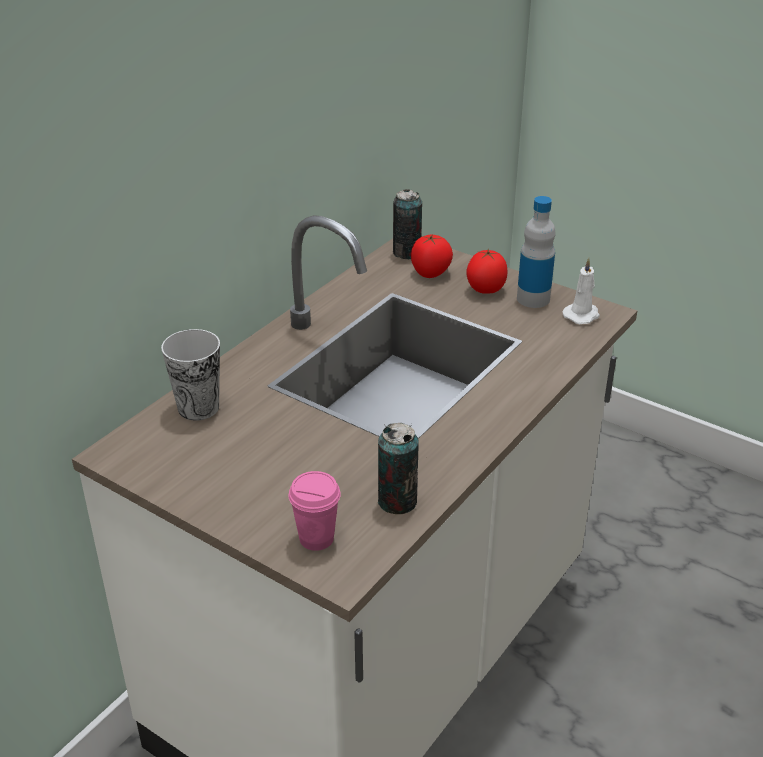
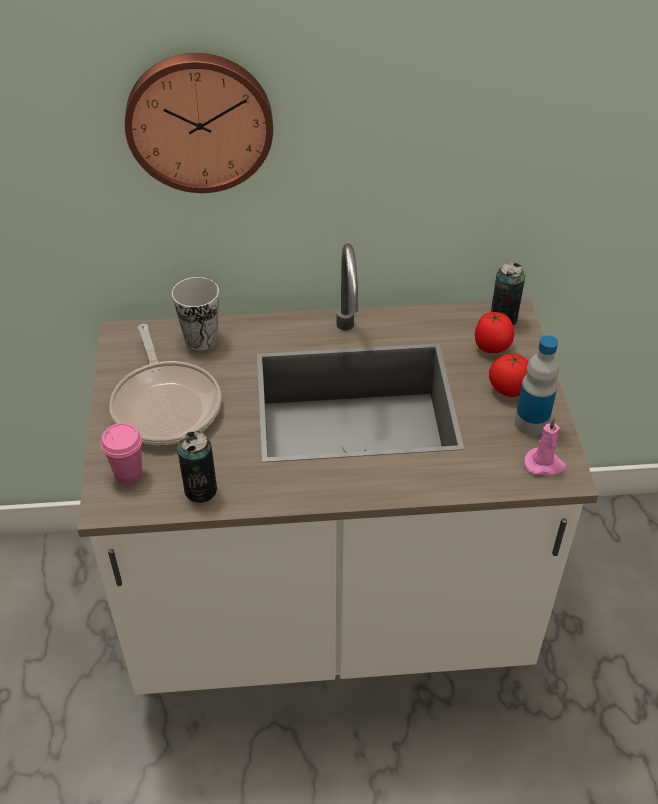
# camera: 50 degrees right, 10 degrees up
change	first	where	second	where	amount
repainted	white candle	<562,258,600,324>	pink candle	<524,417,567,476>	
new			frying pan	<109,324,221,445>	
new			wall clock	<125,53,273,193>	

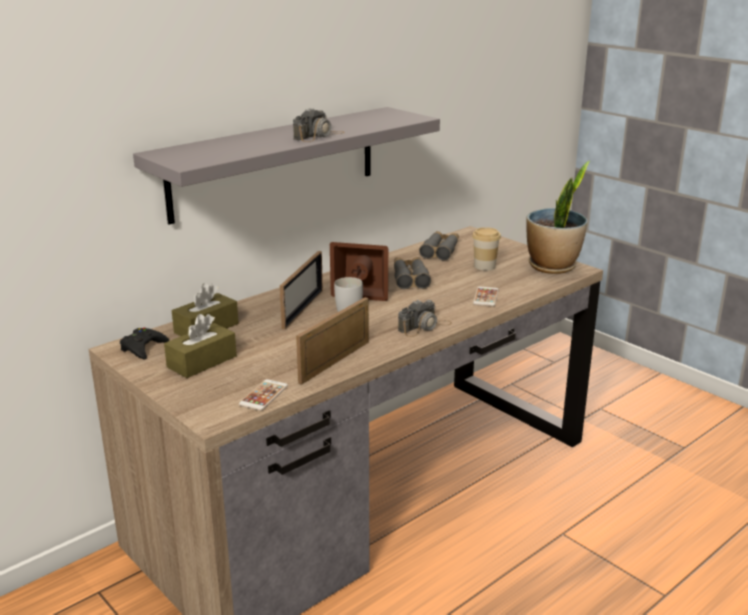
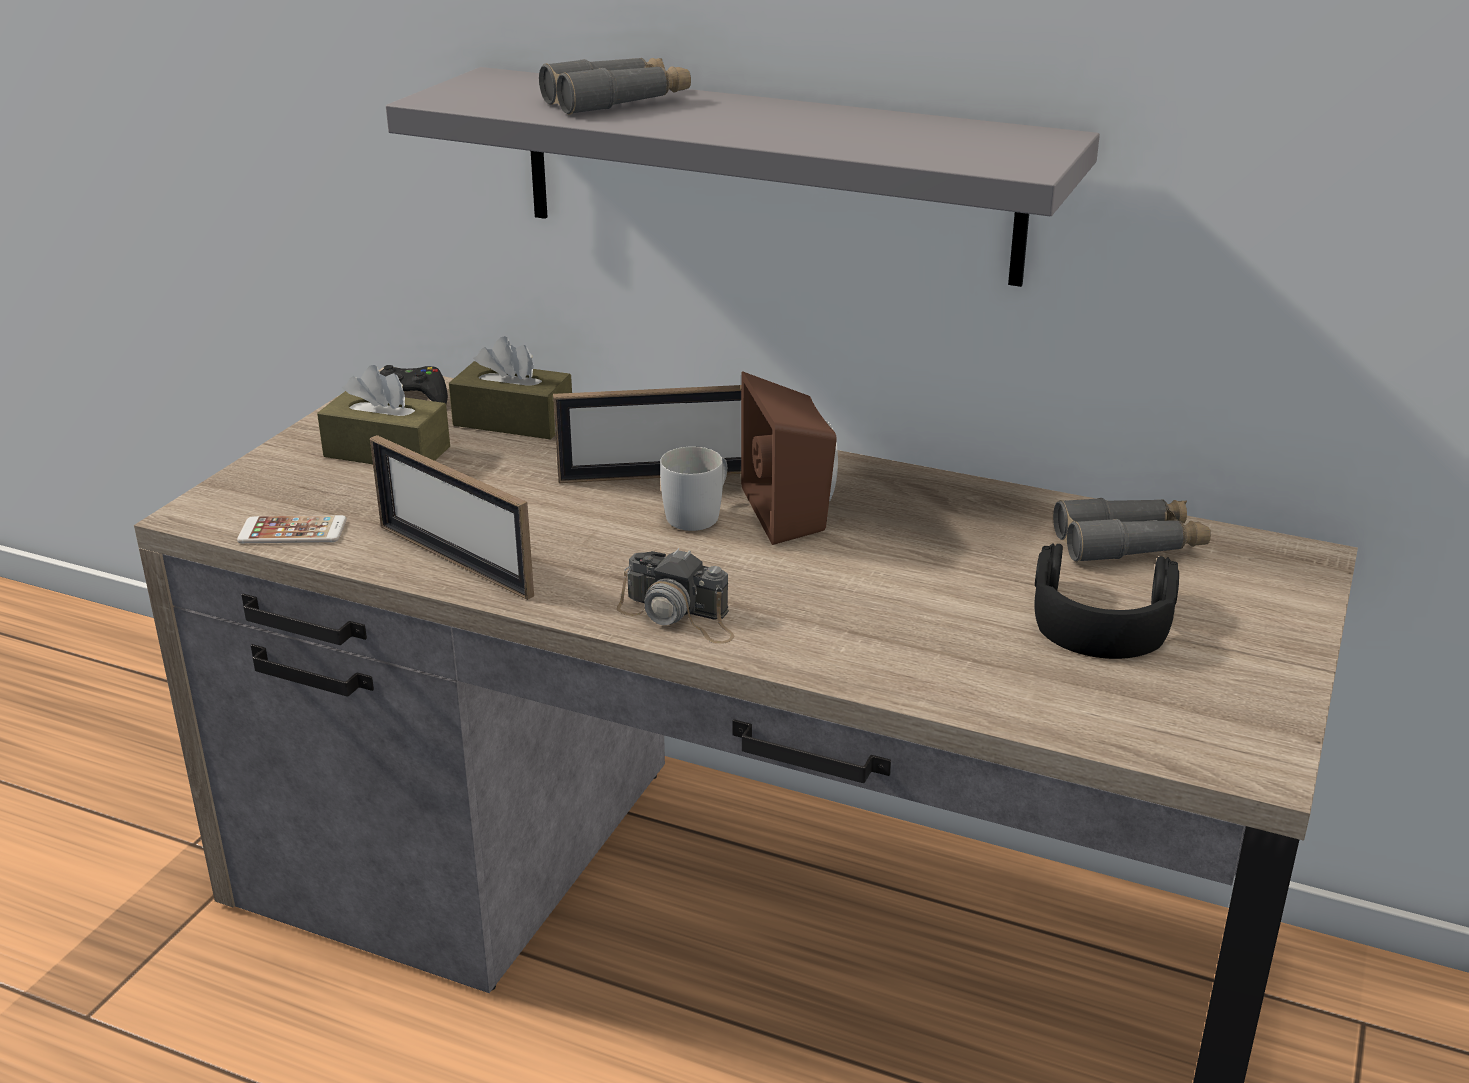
# camera: 65 degrees right, 5 degrees up
change	first	where	second	where	amount
gone	photo camera	<293,108,344,142>			
rotated	picture frame	<296,297,369,385>		<370,435,534,600>	150 degrees counterclockwise
shifted	grey binoculars	<394,257,431,289>		<539,58,691,115>	
swapped	cup	<472,227,501,271>	black headphones	<1035,543,1179,659>	
gone	phone	<473,287,499,307>			
gone	potted plant	<526,161,590,274>			

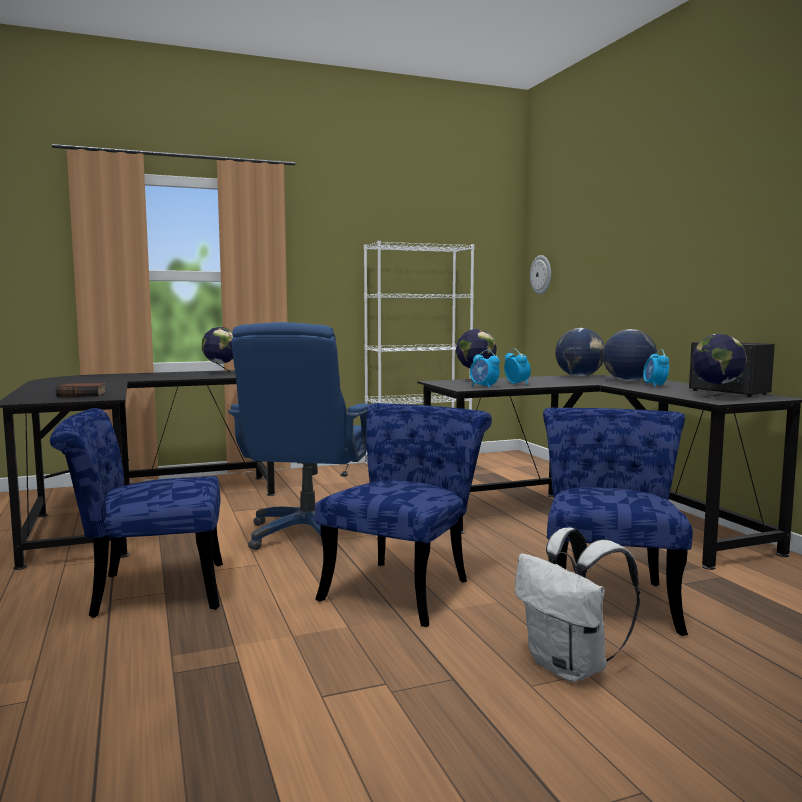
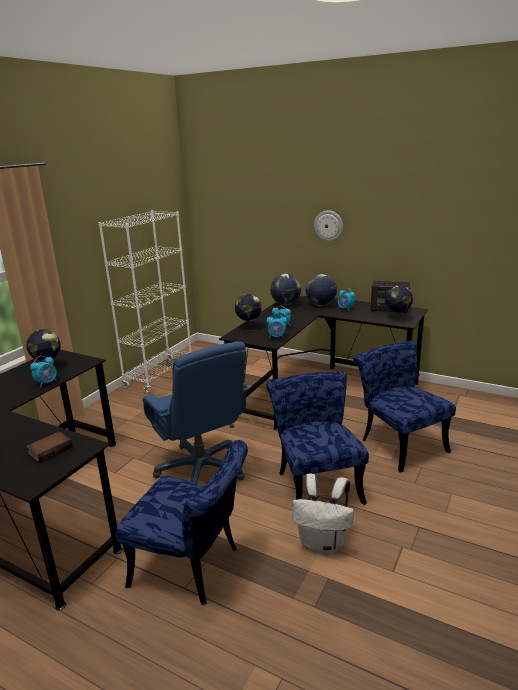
# camera: 40 degrees left, 15 degrees up
change	first	where	second	where	amount
rotated	blue chair	<50,408,223,618>		<116,440,248,605>	105 degrees counterclockwise
shifted	white backpack	<515,528,640,682>		<292,473,354,554>	
shifted	wall clock	<530,255,551,295>		<314,210,343,242>	
new			alarm clock	<30,356,57,387>	

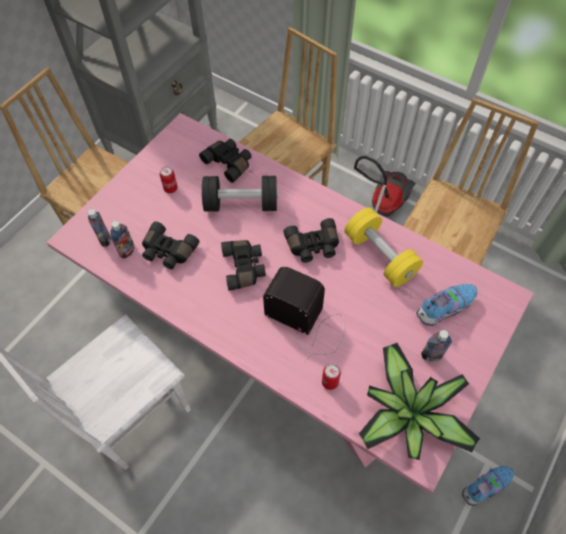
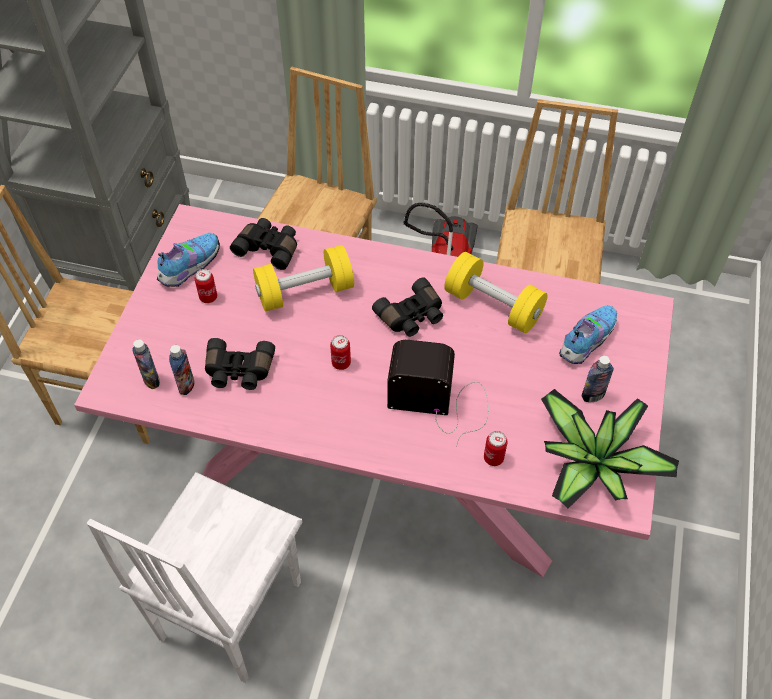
# camera: 20 degrees left, 5 degrees down
change	first	where	second	where	amount
repainted	black dumbbell	<202,176,278,212>	yellow dumbbell	<253,245,354,312>	
swapped	black binoculars	<221,240,266,291>	can	<330,335,351,370>	
shifted	shoe	<462,466,514,506>		<157,233,220,287>	

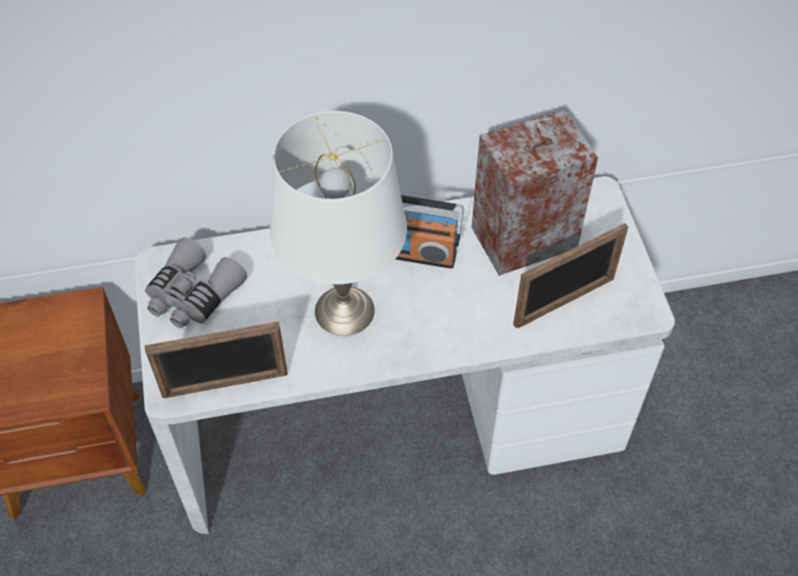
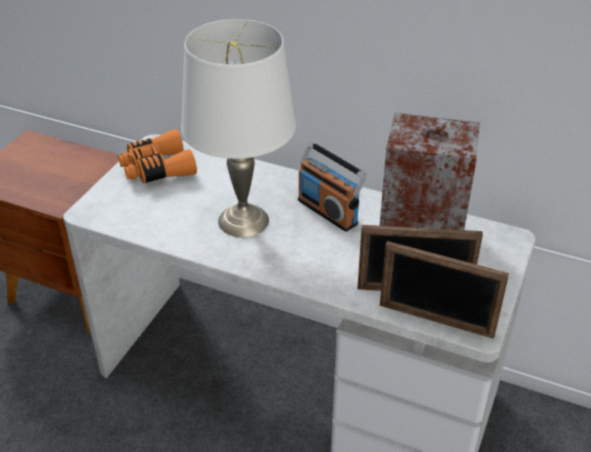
# camera: 35 degrees right, 15 degrees down
change	first	where	second	where	amount
repainted	grey binoculars	<145,237,247,328>	orange binoculars	<118,129,197,183>	
shifted	picture frame	<145,321,288,398>		<380,241,509,339>	

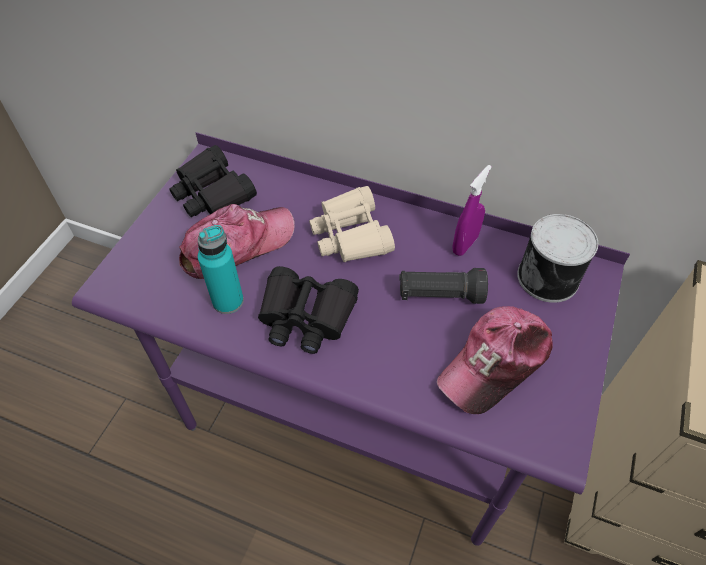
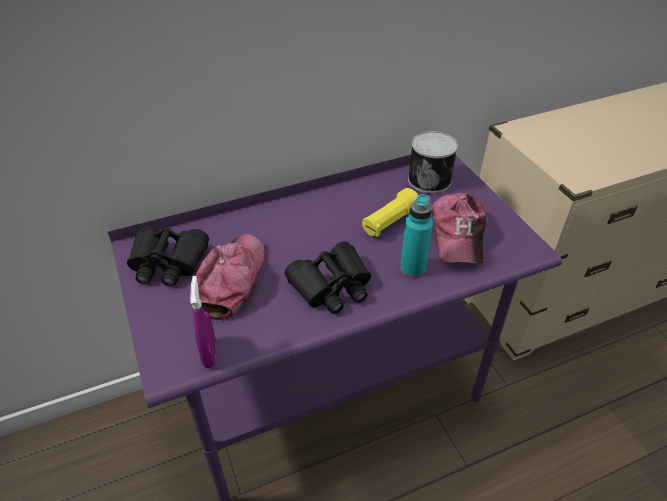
# camera: 45 degrees left, 10 degrees down
change	first	where	second	where	amount
shifted	turquoise bottle	<198,225,244,314>		<400,194,433,277>	
gone	beige binoculars	<309,186,395,262>			
repainted	black flashlight	<399,268,488,304>	yellow flashlight	<362,188,418,237>	
shifted	purple spray bottle	<452,165,492,256>		<190,276,216,368>	

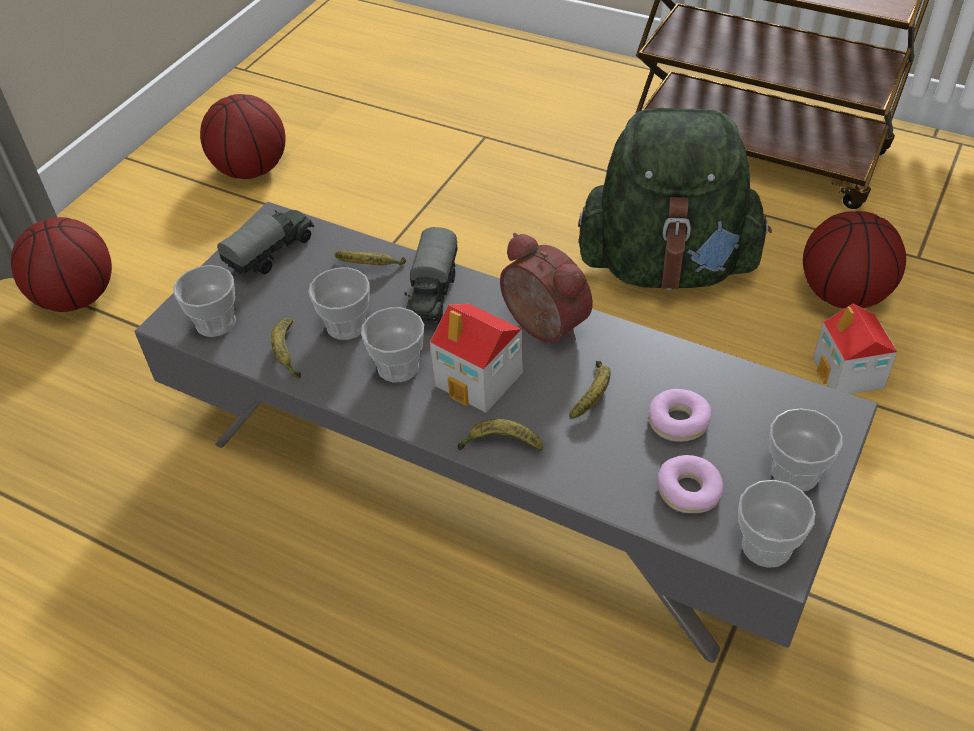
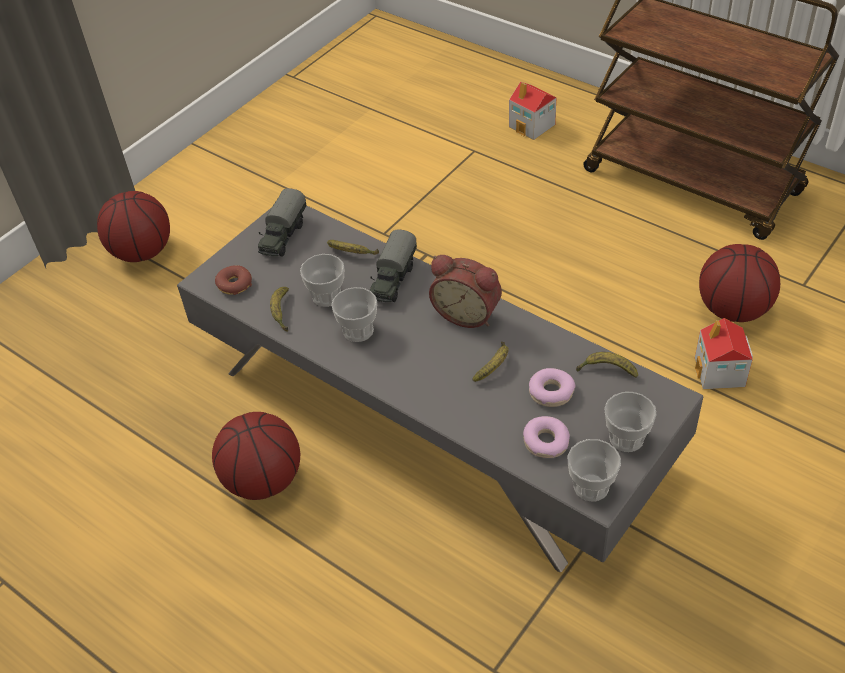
# camera: 10 degrees right, 0 degrees up
change	first	where	second	where	amount
swapped	cup	<173,265,236,337>	donut	<215,265,252,295>	
shifted	basketball	<200,94,286,179>		<212,412,300,500>	
rotated	toy truck	<217,210,314,275>		<258,188,307,257>	150 degrees clockwise
shifted	toy house	<430,304,523,413>		<509,82,556,140>	
shifted	banana	<457,419,543,451>		<576,352,638,378>	
rotated	alarm clock	<500,233,593,343>		<429,255,502,328>	150 degrees clockwise
gone	green backpack	<578,108,772,290>			

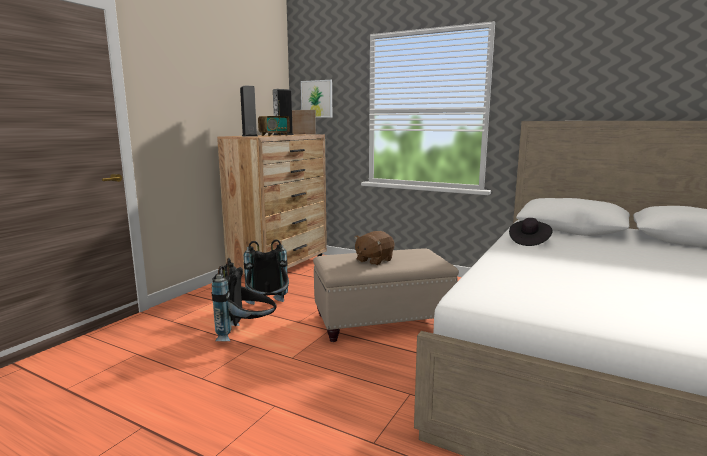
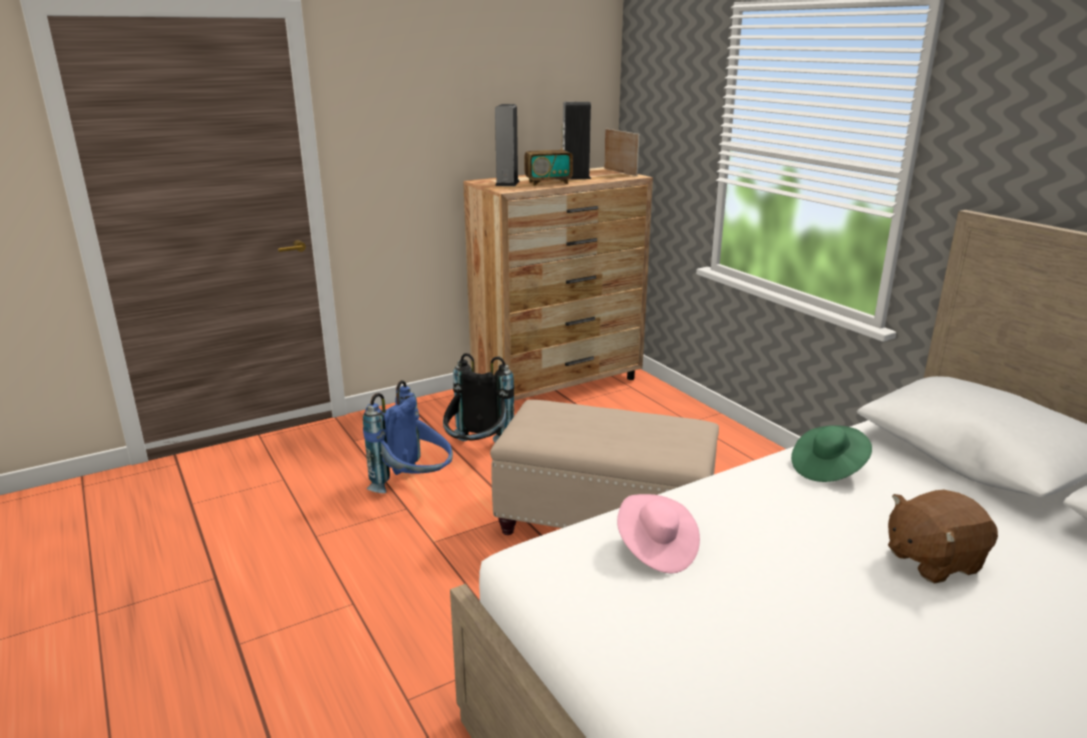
# camera: 30 degrees right, 10 degrees up
change	first	where	second	where	amount
repainted	black backpack	<212,258,277,341>	blue backpack	<363,380,453,493>	
gone	picture	<301,80,332,118>			
shifted	brown plush toy	<354,231,394,266>		<888,490,998,584>	
repainted	black hat	<509,218,552,246>	green hat	<791,425,872,482>	
new			pink hat	<617,494,700,573>	

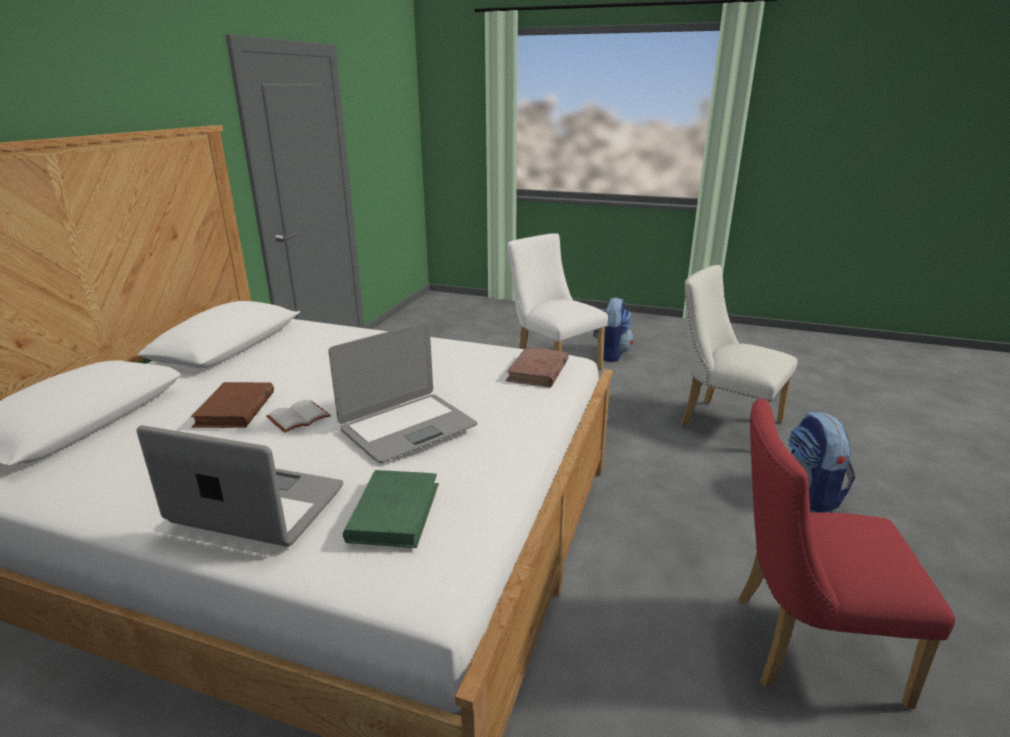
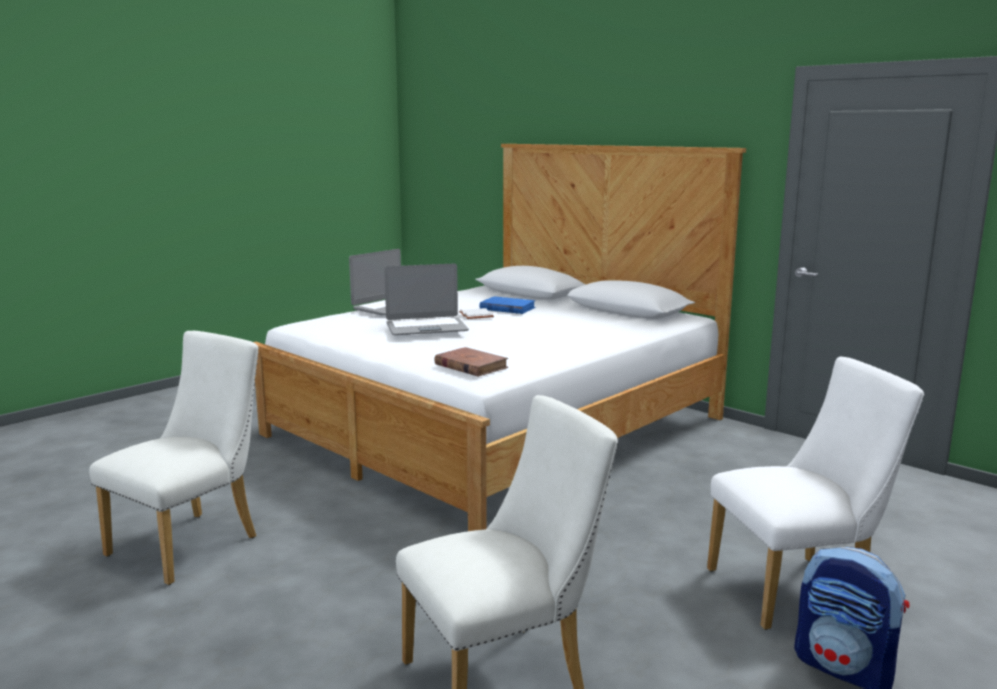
# camera: 115 degrees right, 10 degrees down
change	first	where	second	where	amount
repainted	brown book	<191,382,274,428>	blue book	<480,296,536,314>	
rotated	laptop	<328,322,477,463>		<384,264,469,335>	90 degrees counterclockwise
gone	green book	<343,470,439,548>			
repainted	red chair	<738,398,955,709>	white chair	<89,331,259,585>	
gone	backpack	<789,411,855,513>			

